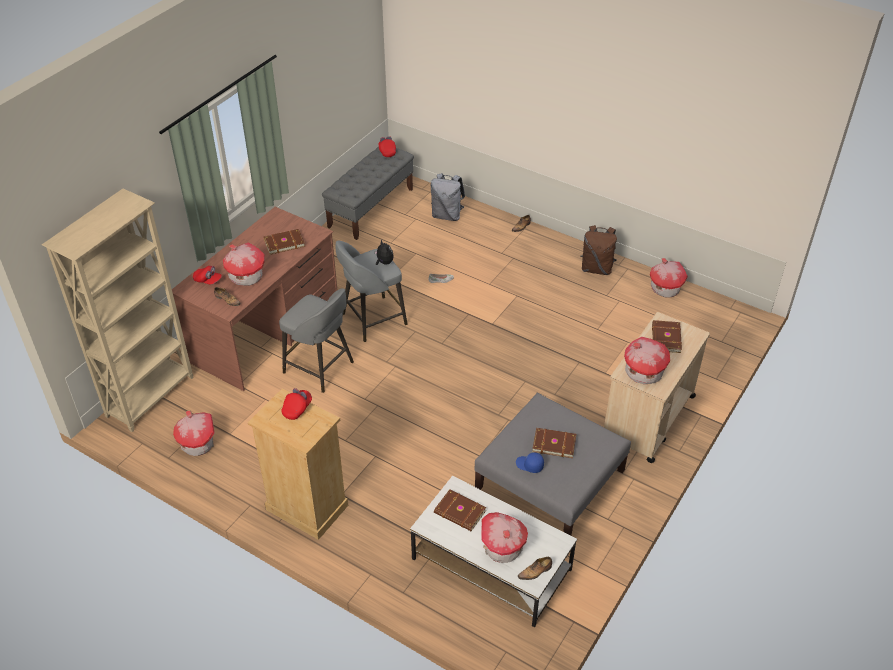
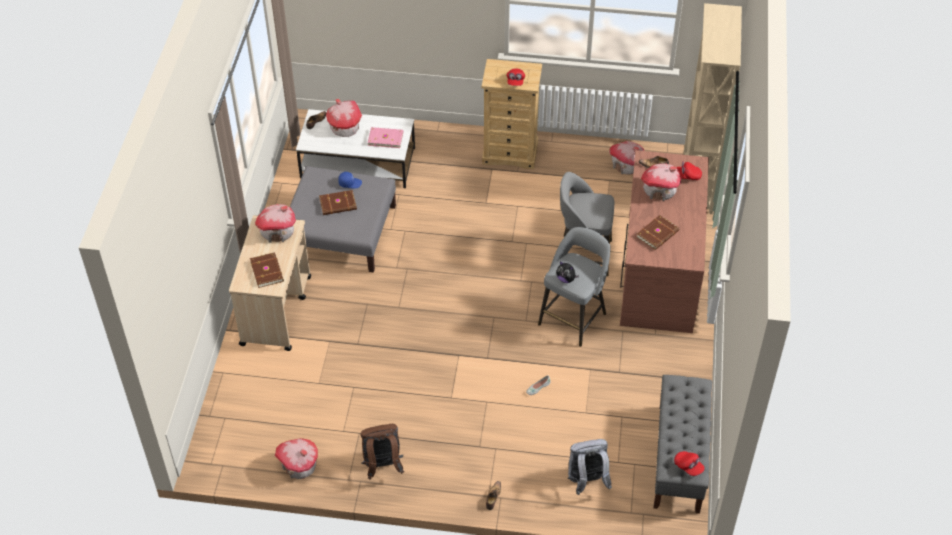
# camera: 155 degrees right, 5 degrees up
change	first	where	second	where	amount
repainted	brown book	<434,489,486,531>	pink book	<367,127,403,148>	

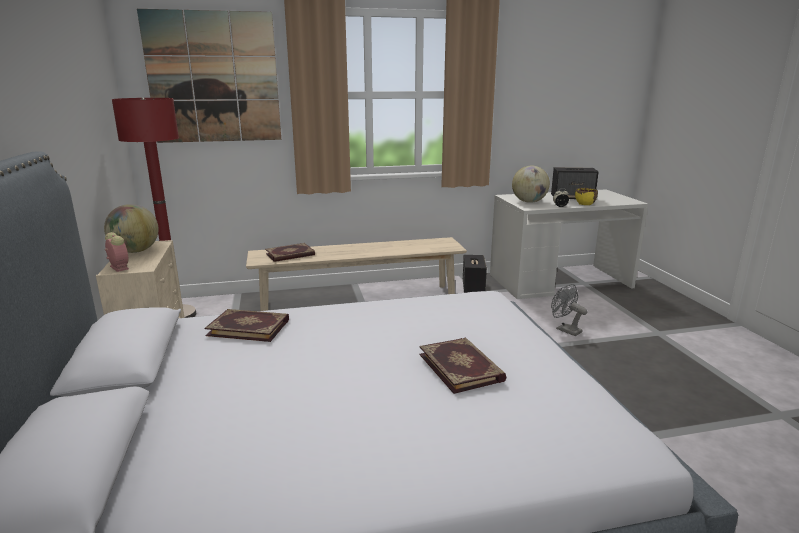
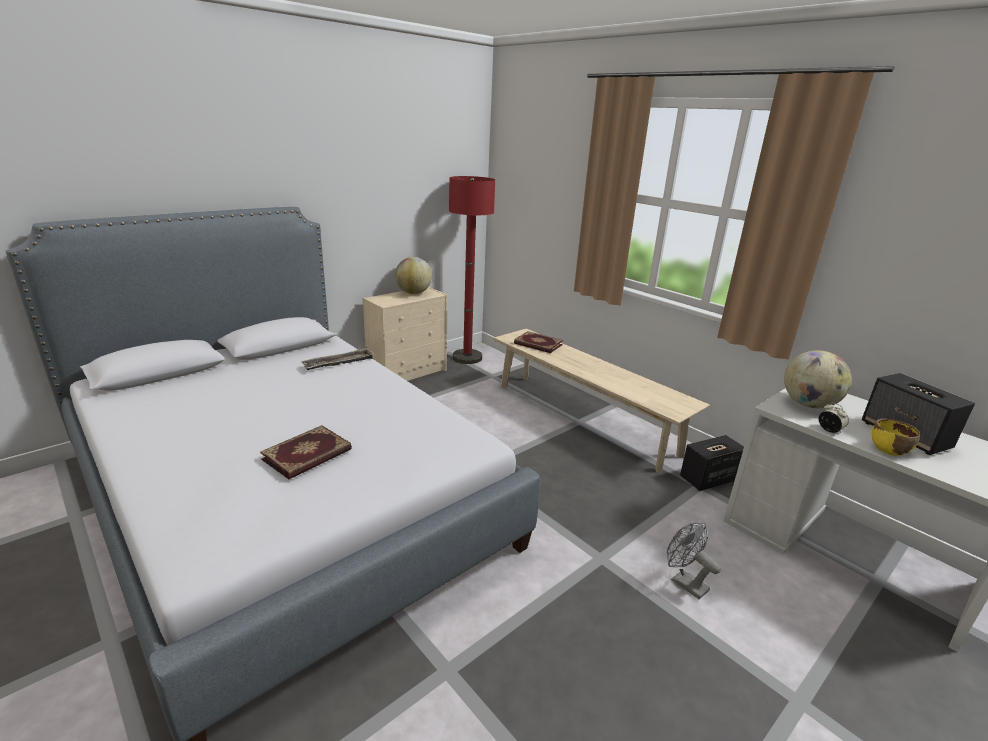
# camera: 60 degrees right, 5 degrees up
change	first	where	second	where	amount
gone	alarm clock	<105,232,129,272>			
gone	picture	<137,9,281,143>			
swapped	book	<205,309,289,342>	tray	<301,348,374,370>	
rotated	grey fan	<551,284,587,336>		<667,523,721,599>	60 degrees counterclockwise

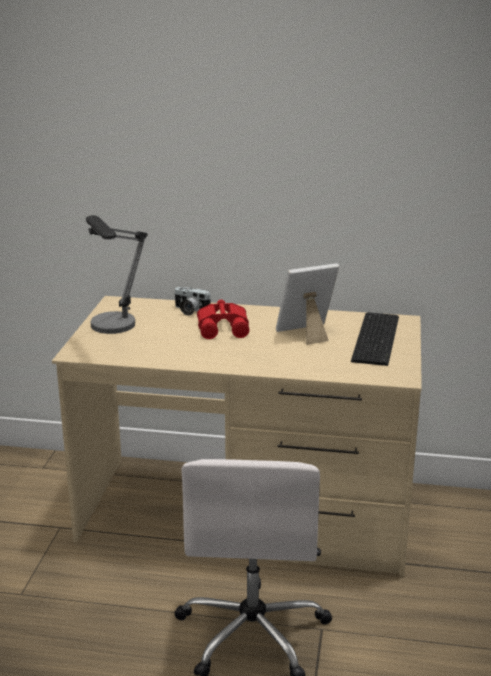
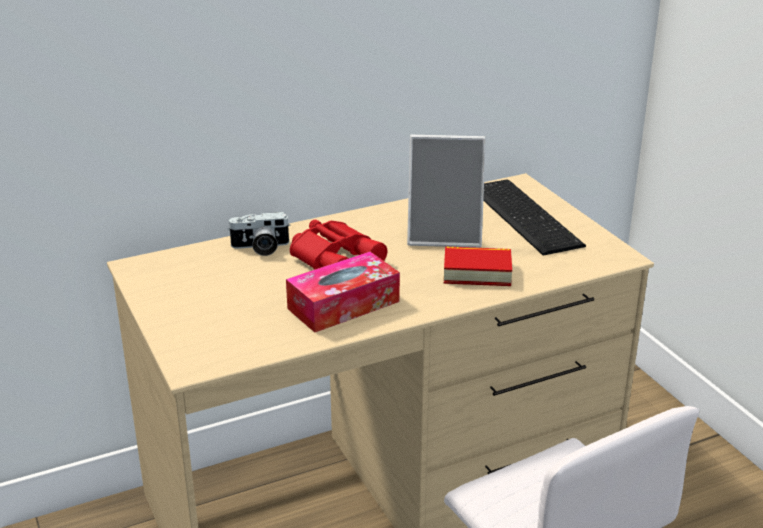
# camera: 35 degrees left, 5 degrees up
change	first	where	second	where	amount
gone	table lamp	<86,215,148,334>			
rotated	picture frame	<276,263,339,345>		<407,135,486,248>	120 degrees counterclockwise
new			tissue box	<286,252,400,333>	
new			book	<444,246,512,286>	

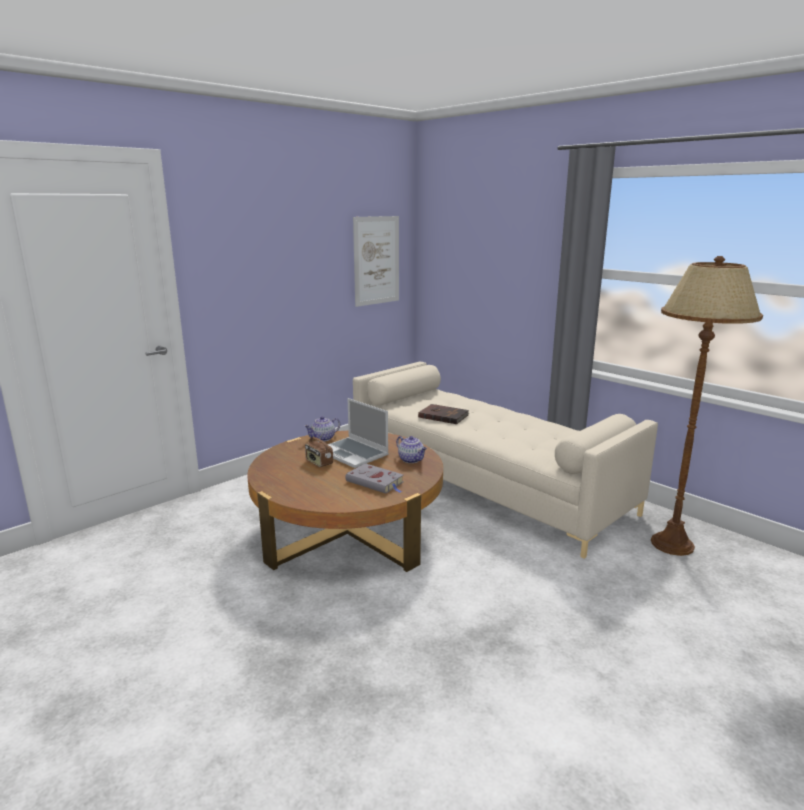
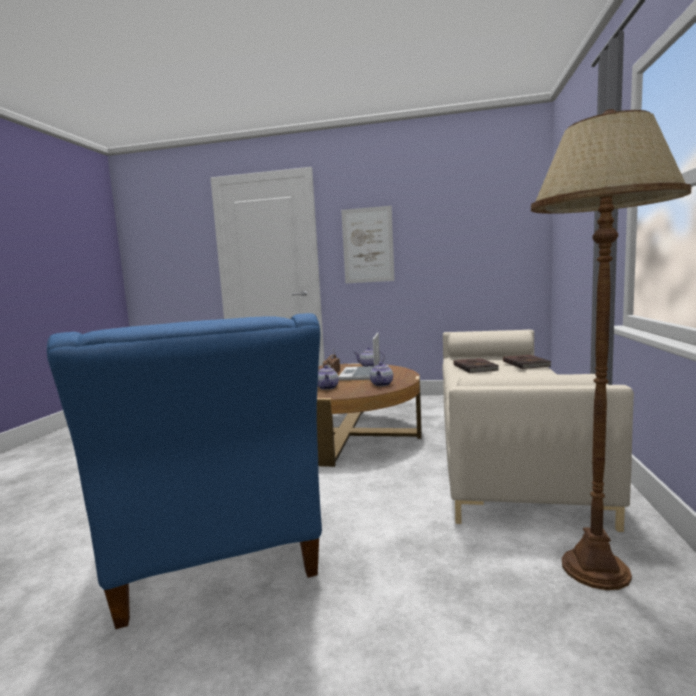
# camera: 55 degrees right, 10 degrees down
change	first	where	second	where	amount
swapped	grey book	<345,463,404,493>	teapot	<318,365,339,390>	
shifted	picture	<353,216,399,307>		<341,206,395,283>	
new			blue armchair	<47,313,322,629>	
new			brown book	<503,355,551,369>	

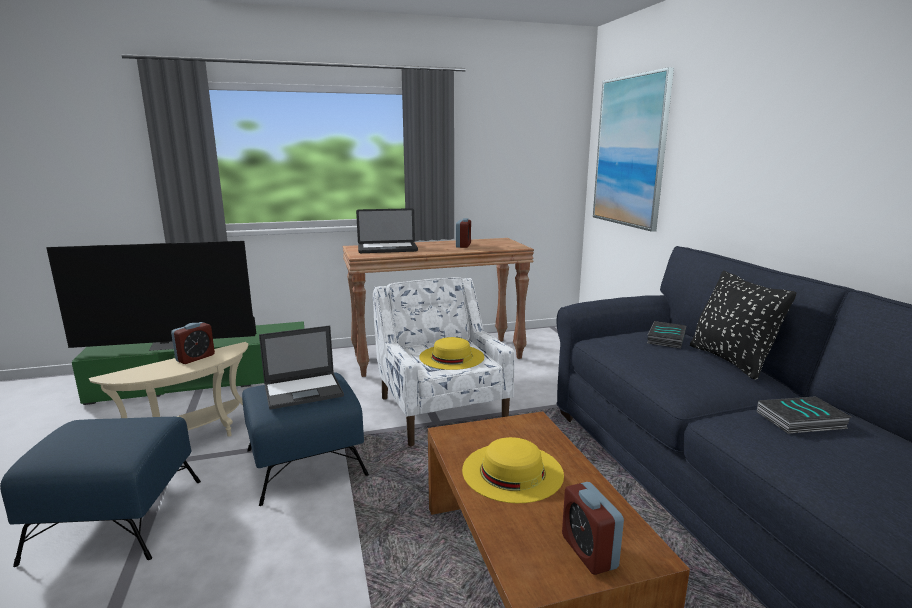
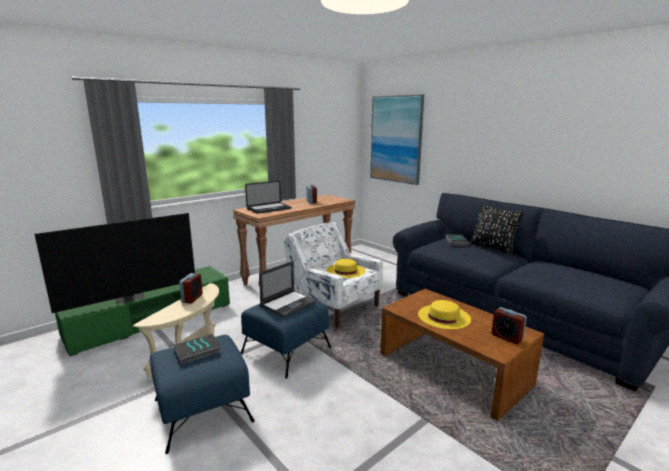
# camera: 25 degrees left, 0 degrees up
change	first	where	second	where	amount
shifted	book	<757,397,851,434>		<174,334,221,364>	

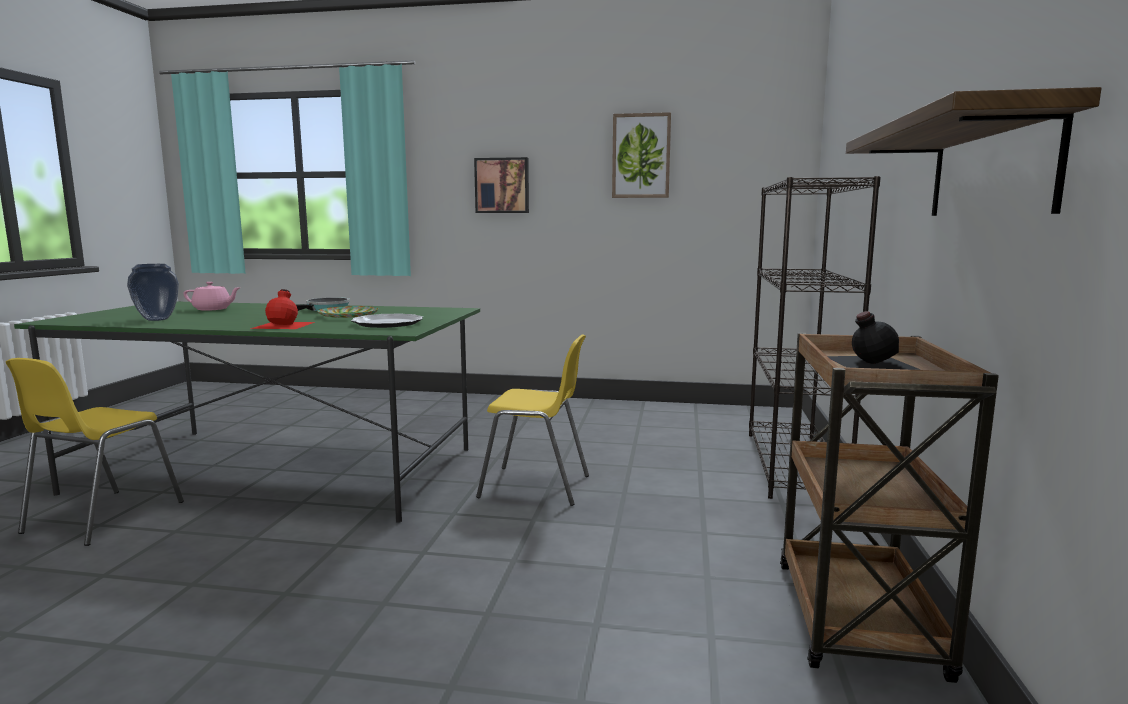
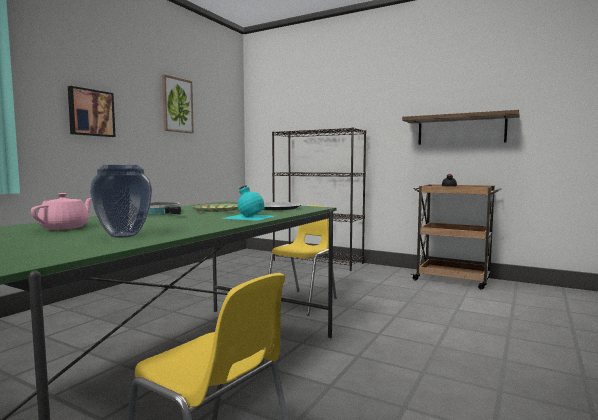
# camera: 70 degrees left, 5 degrees down
change	first	where	second	where	amount
repainted	red bottle	<250,289,315,329>	turquoise bottle	<222,185,274,221>	

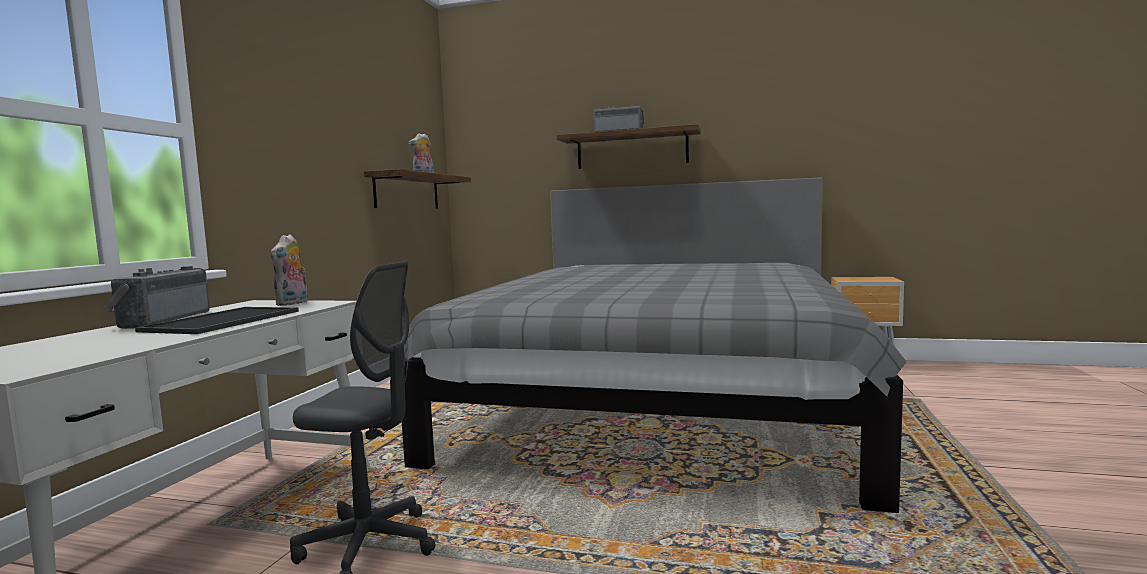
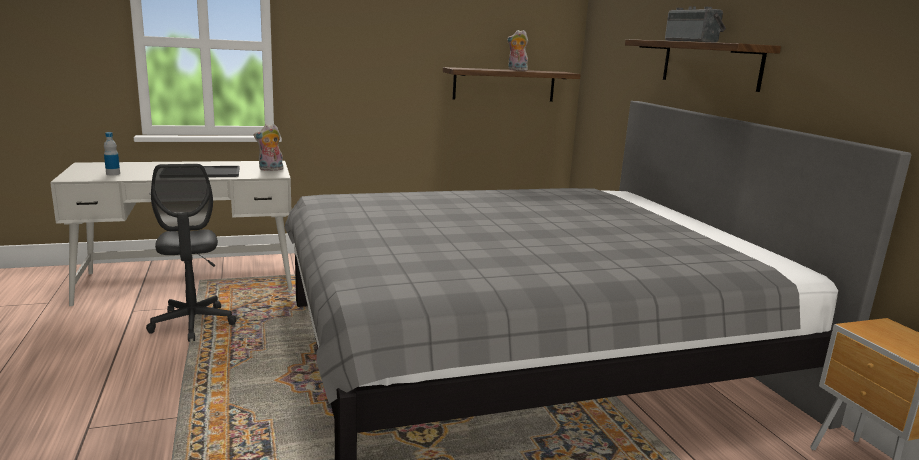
# camera: 55 degrees right, 10 degrees up
change	first	where	second	where	amount
gone	radio	<103,266,210,329>			
new			bottle	<104,132,120,175>	

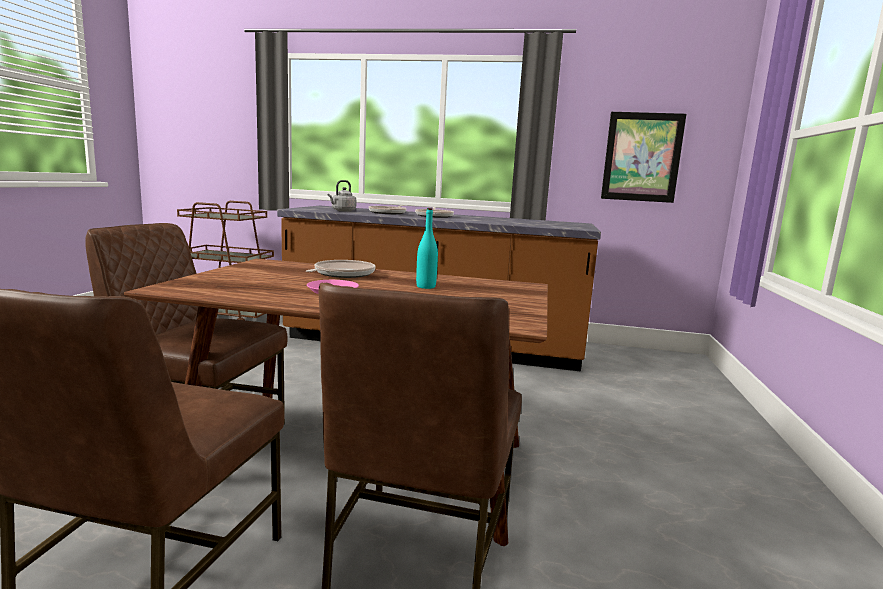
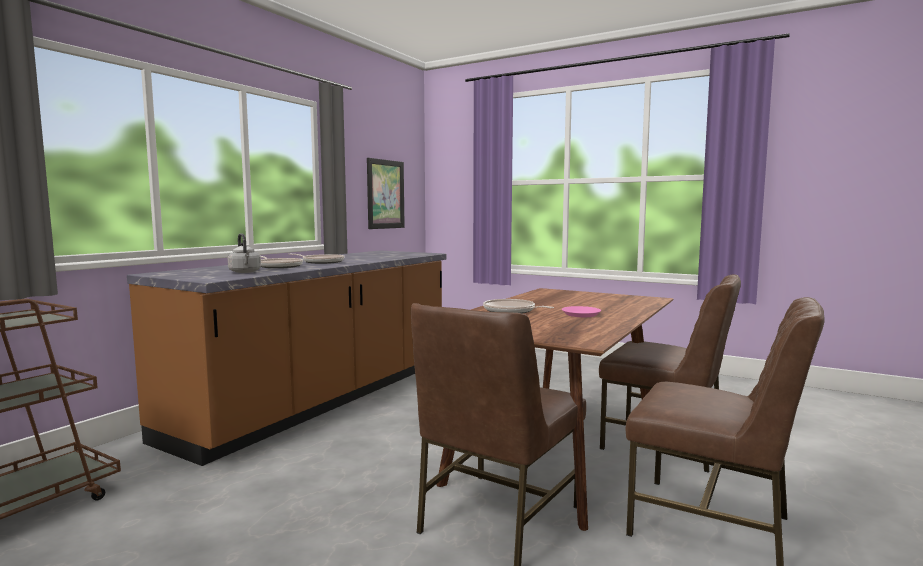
# camera: 70 degrees left, 5 degrees down
change	first	where	second	where	amount
gone	turquoise bottle	<416,208,438,289>			

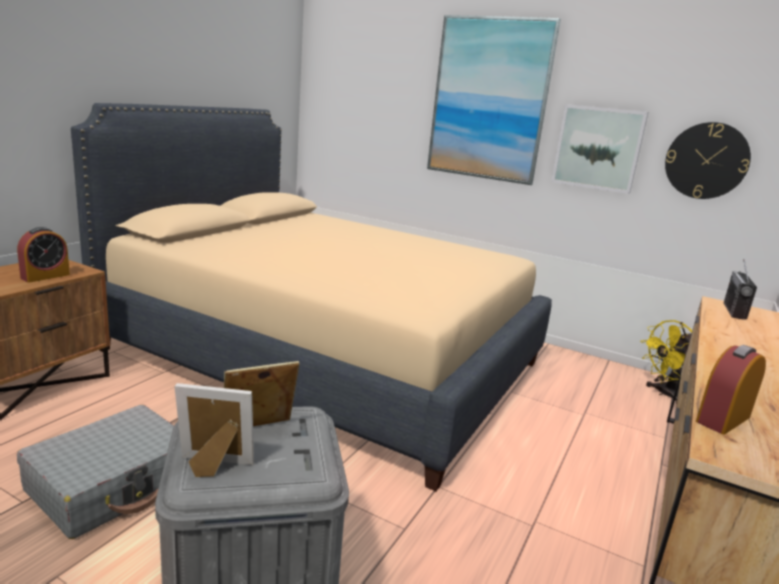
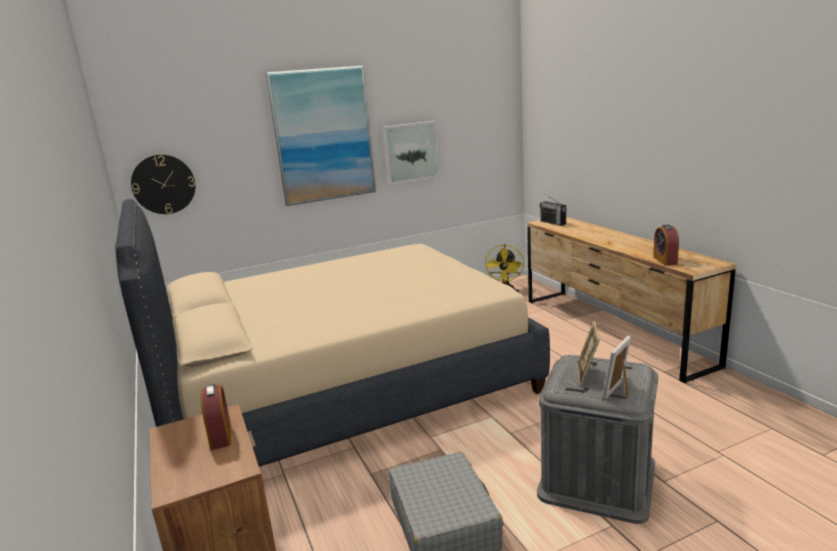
# camera: 50 degrees left, 0 degrees up
change	first	where	second	where	amount
shifted	wall clock	<665,122,751,199>		<131,155,195,214>	

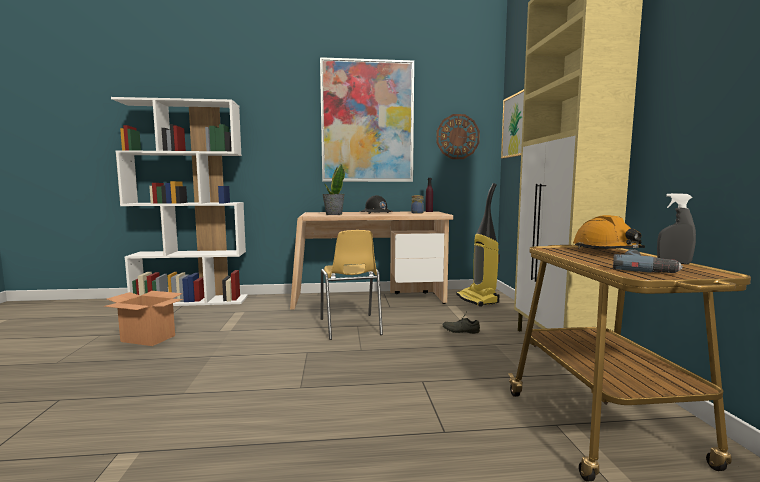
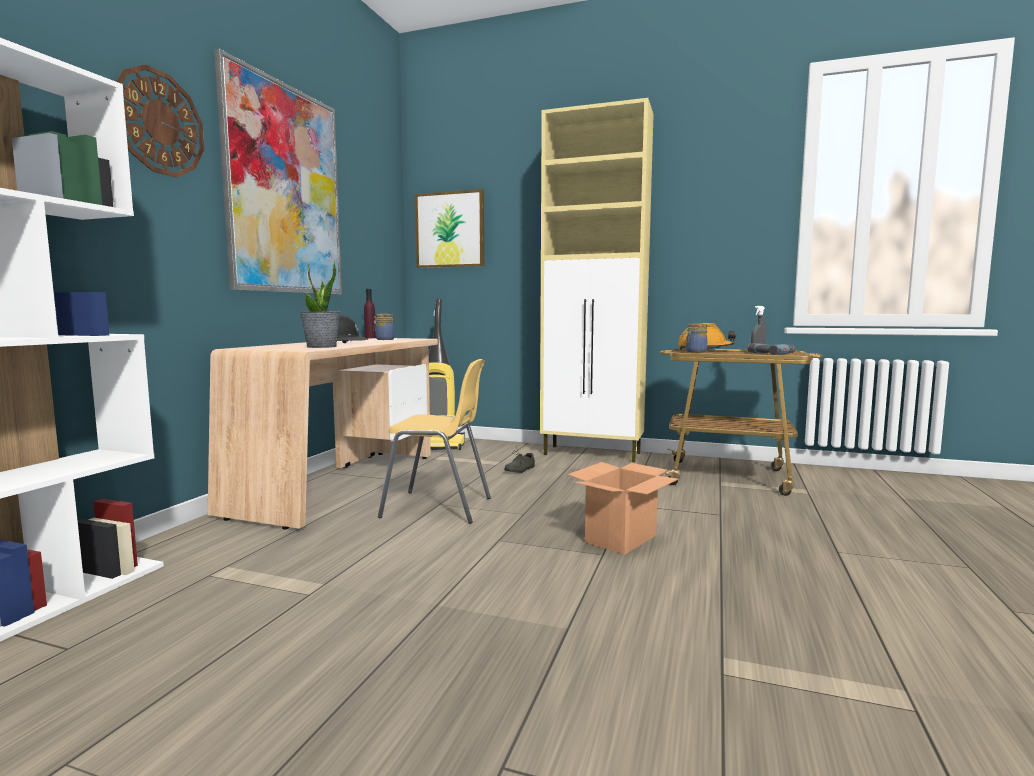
# camera: 65 degrees left, 0 degrees up
change	first	where	second	where	amount
shifted	cardboard box	<104,291,183,346>		<568,462,678,555>	
shifted	wall clock	<436,114,480,159>		<116,64,204,177>	
new			jar	<686,324,707,353>	

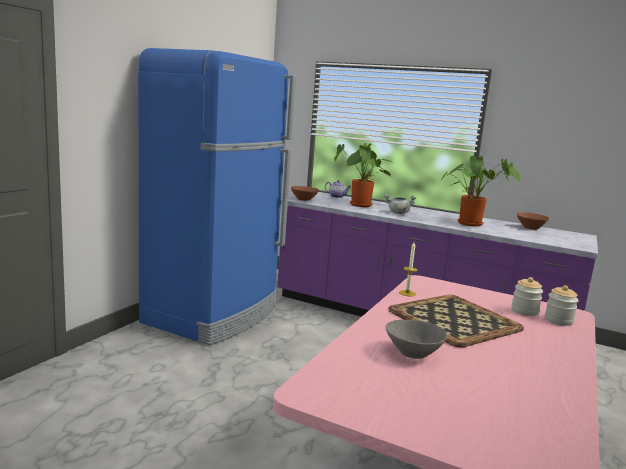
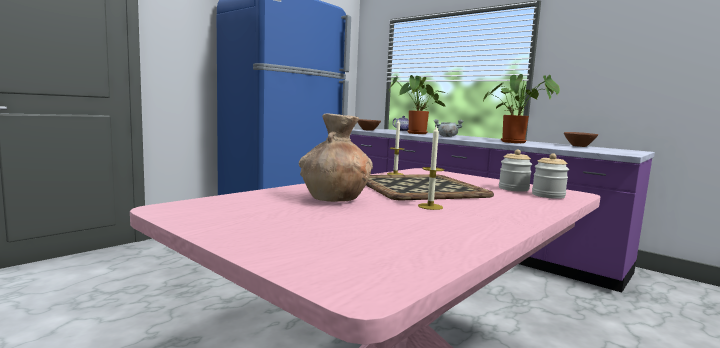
# camera: 15 degrees right, 5 degrees down
change	first	where	second	where	amount
swapped	grey bowl	<385,320,447,359>	brown vase	<299,113,373,202>	
new			candle	<418,125,444,210>	

